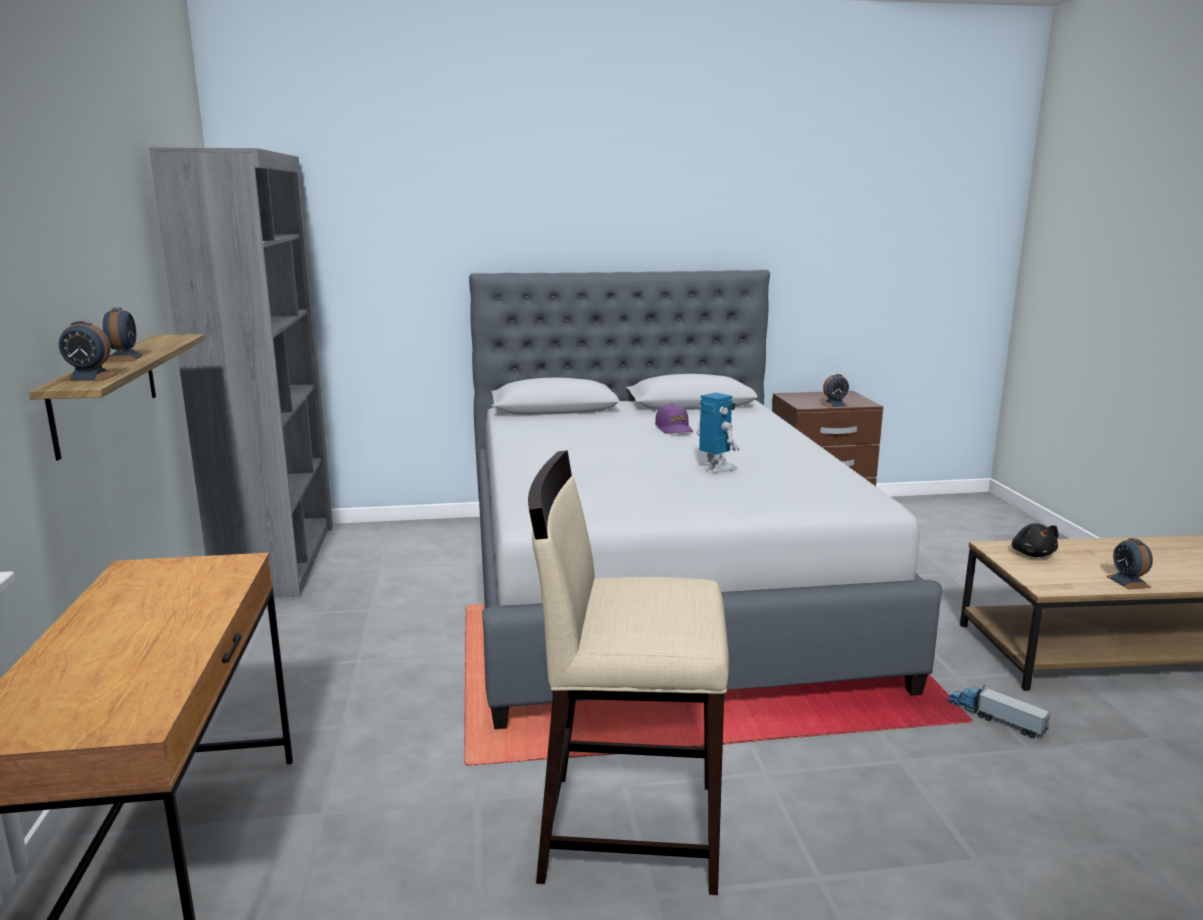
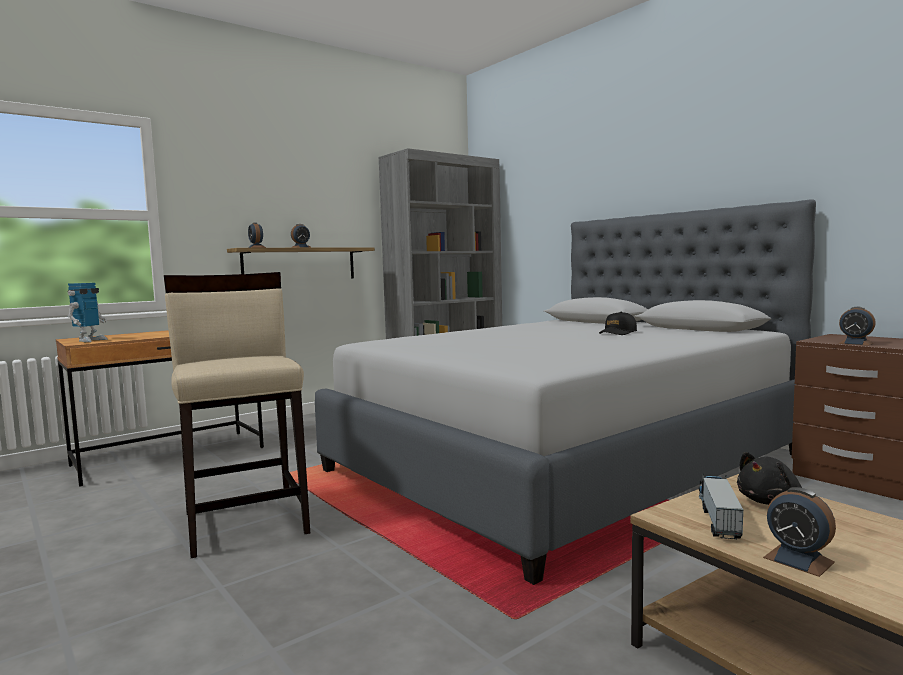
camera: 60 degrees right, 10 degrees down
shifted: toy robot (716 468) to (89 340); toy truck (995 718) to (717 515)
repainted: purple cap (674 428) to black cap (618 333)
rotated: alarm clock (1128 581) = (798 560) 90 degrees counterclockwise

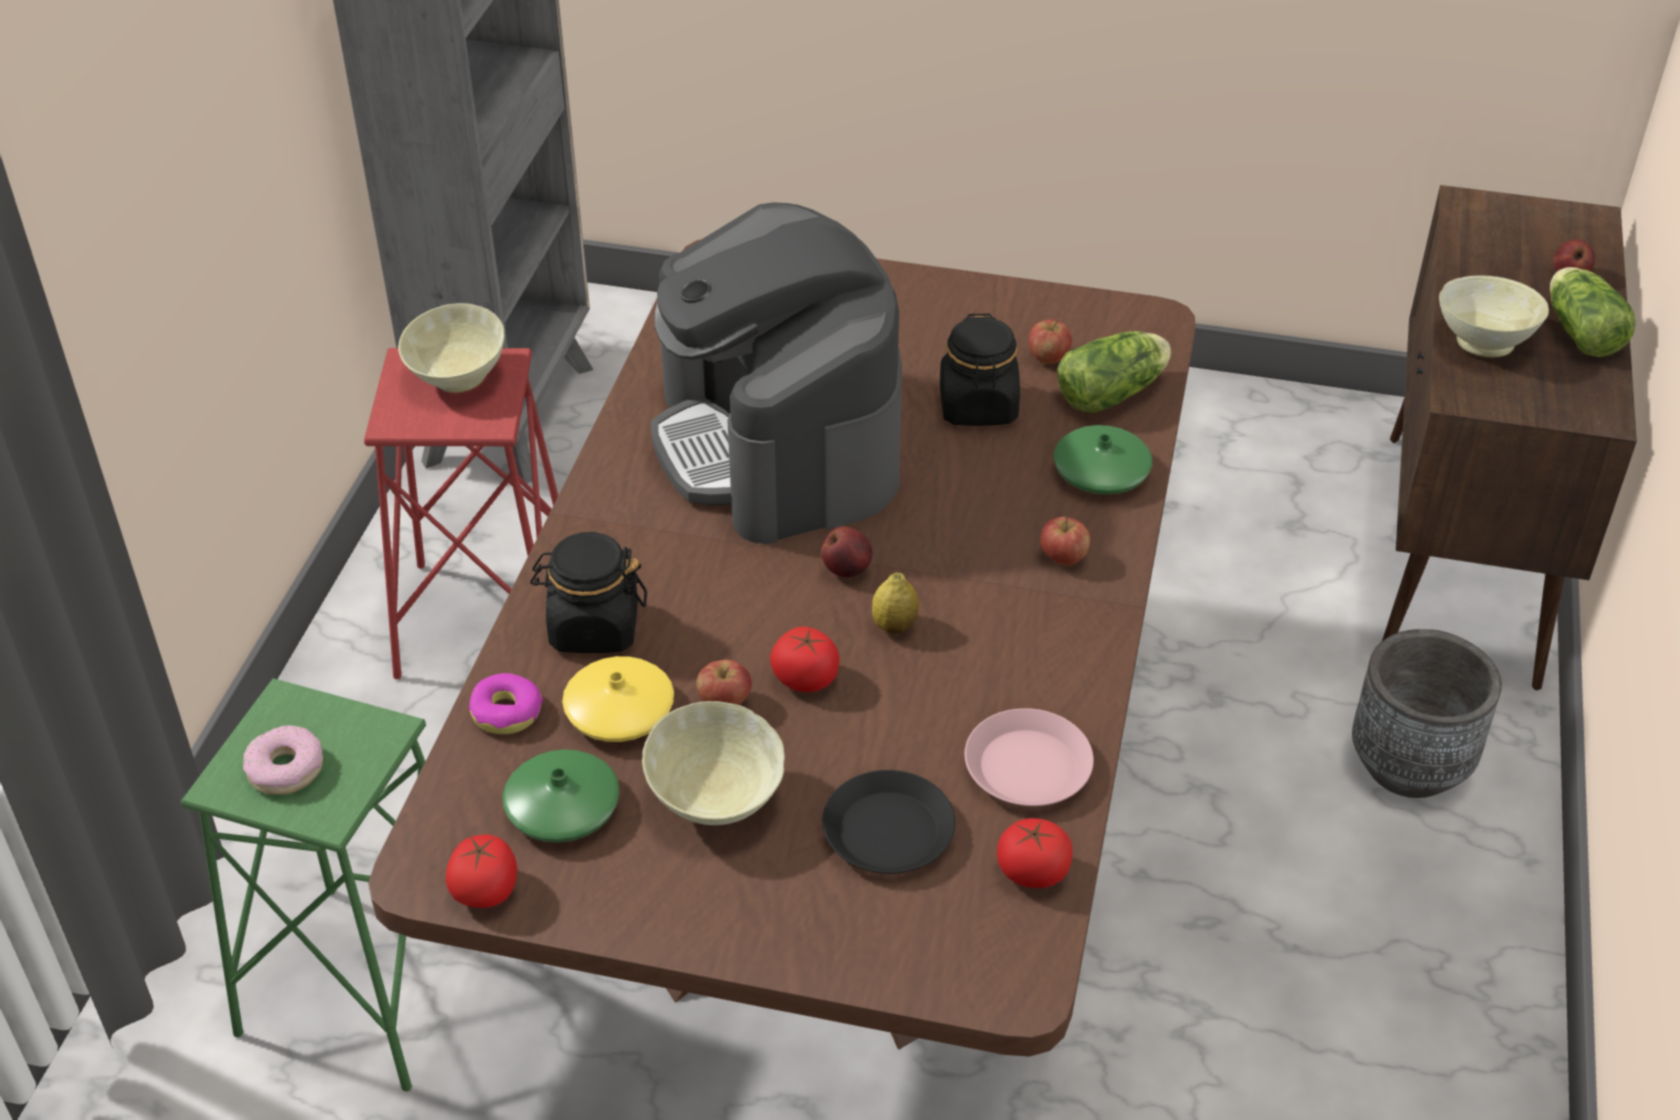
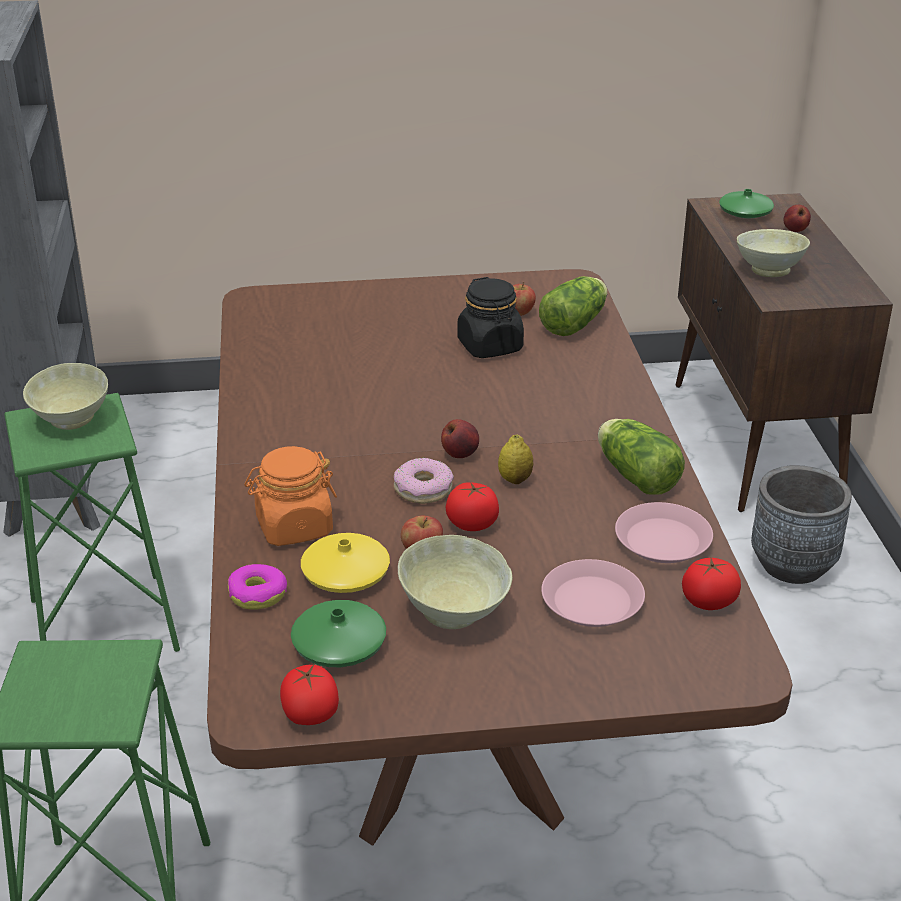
camera: 20 degrees left, 10 degrees down
gone: coffee machine (779 444); apple (1063 558)
shifted: lettuce (1579 330) to (634 474); green vase (1101 472) to (745 212); donut (285 768) to (423 489)
repainted: red stool (487 621) to green stool (103 625); black jar (593 627) to orange jar (294 527); black plate (889 832) to pink plate (593 601)

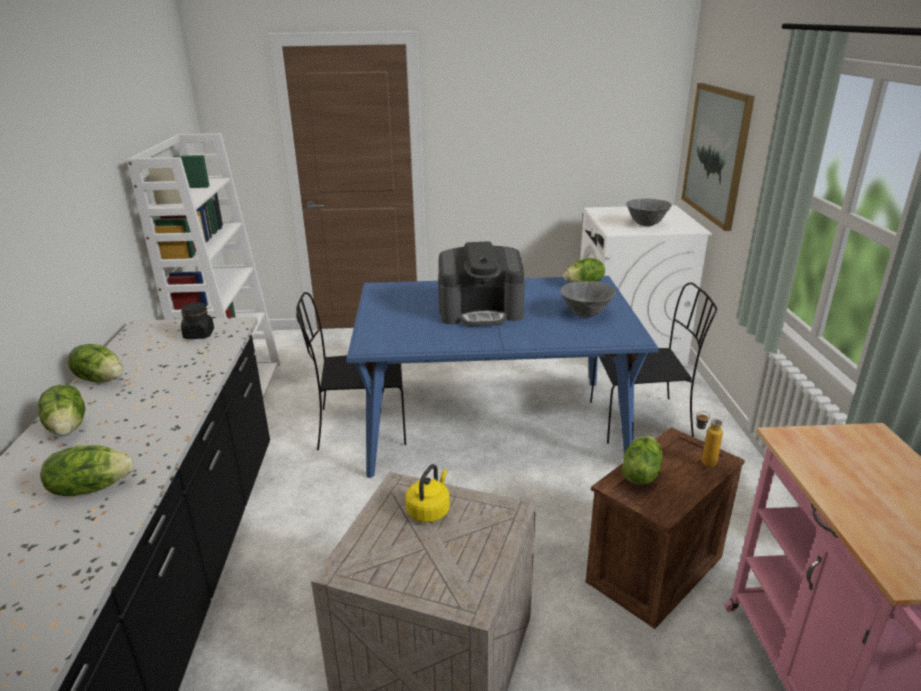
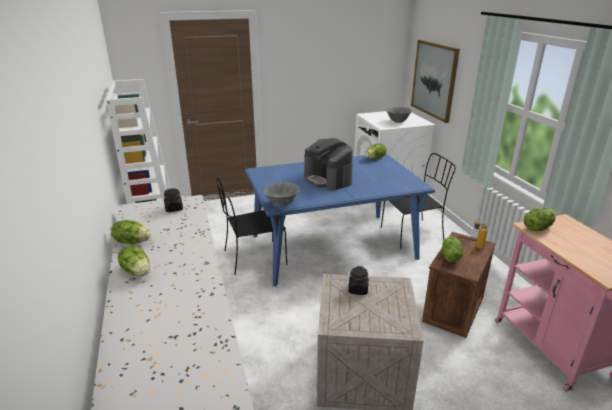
camera: 15 degrees left, 0 degrees up
shifted: grey bowl (585 314) to (281 204); lettuce (91 487) to (537 228)
swapped: yellow kettle (429 510) to black jar (358 290)
rotated: coffee machine (481 312) = (328 179) 75 degrees clockwise

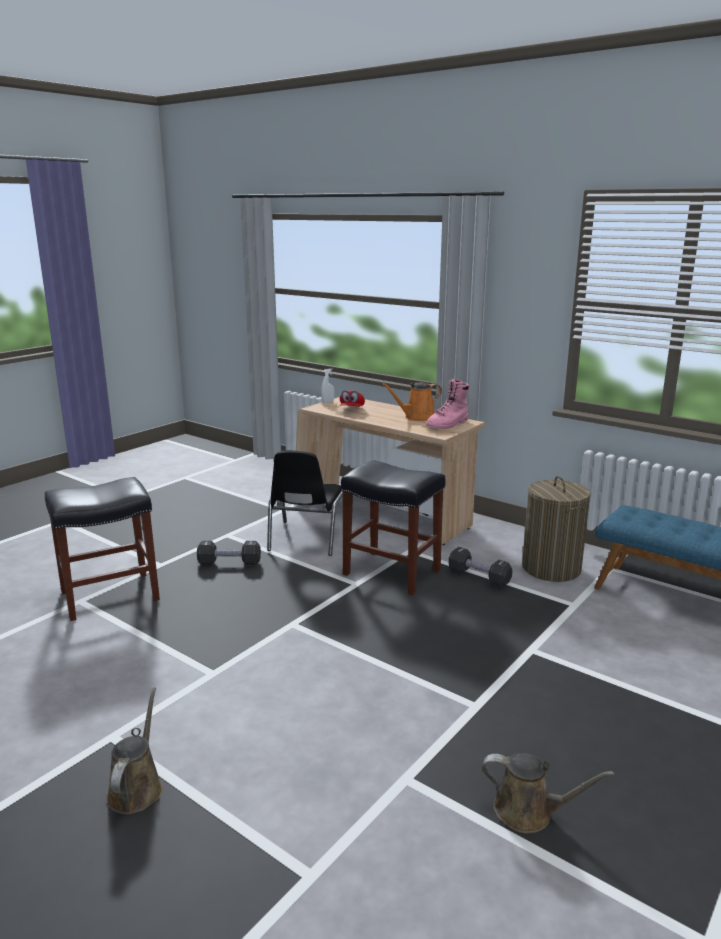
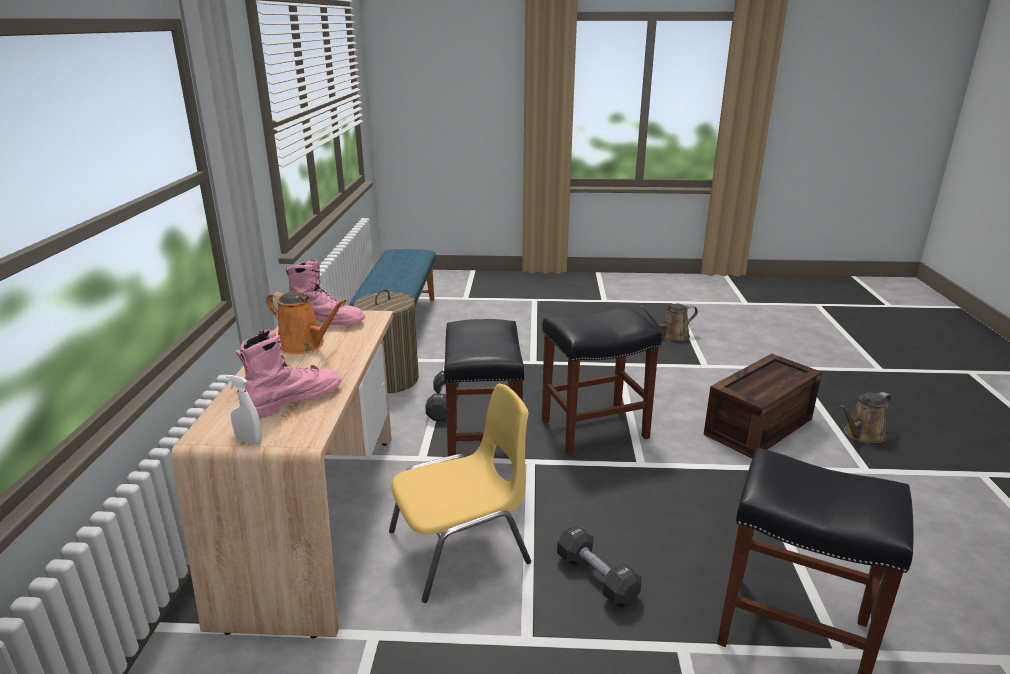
camera: 125 degrees left, 5 degrees up
new: black stool (593 430); crate (758 425)
swapped: red cap (351 409) to pink boot (293 401)
repainted: black chair (307 539) to yellow chair (461 548)
rotated: brown watering can (529 812) = (671 336) 90 degrees counterclockwise

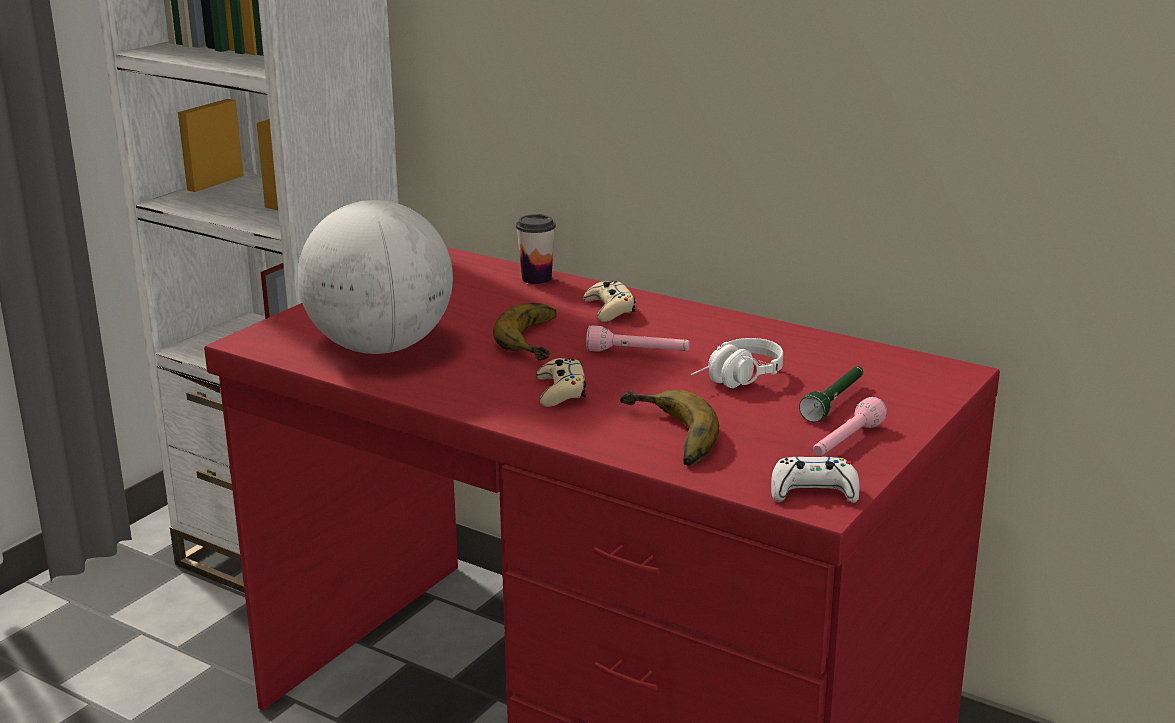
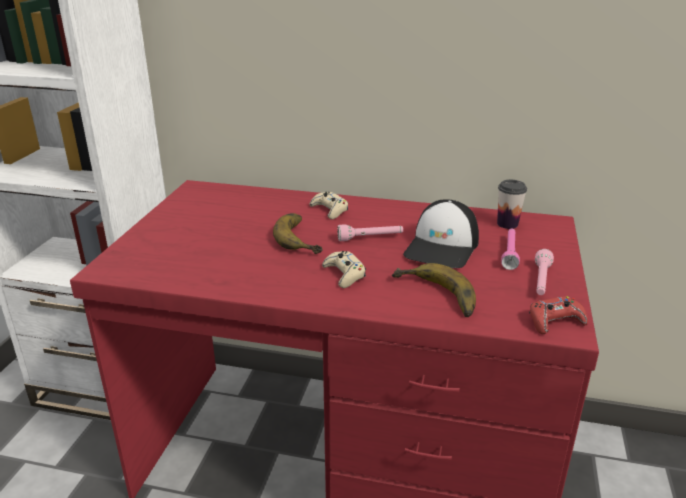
camera: 20 degrees left, 5 degrees up
gone: globe (381 347)
shifted: cup (536 278) to (507 224)
swapped: white headphones (736 380) to cap (442 247)
repainted: green flashlight (834 402) to pink flashlight (509 253); white game controller (813 491) to red game controller (555 321)

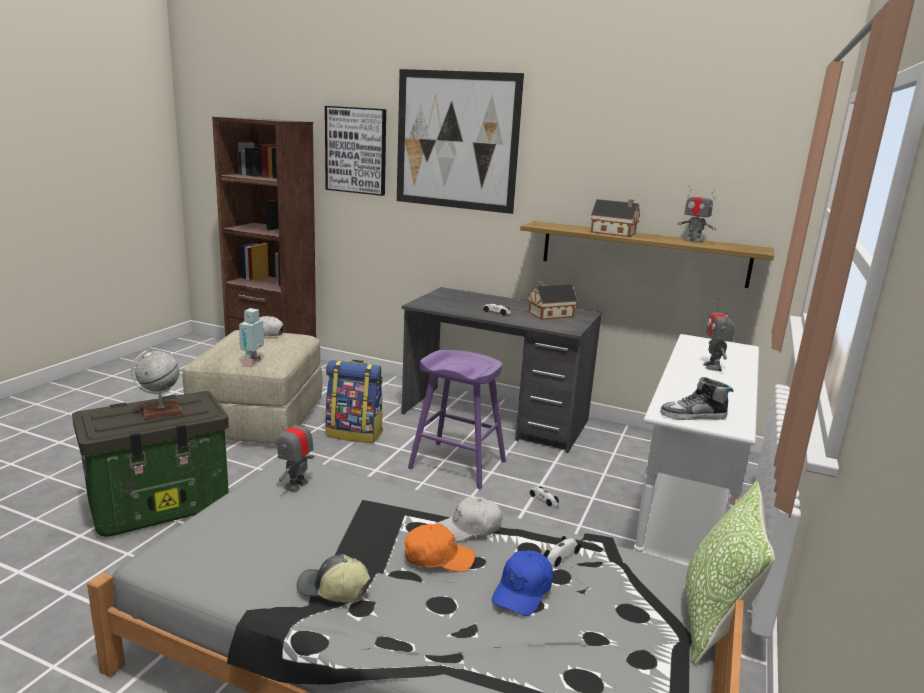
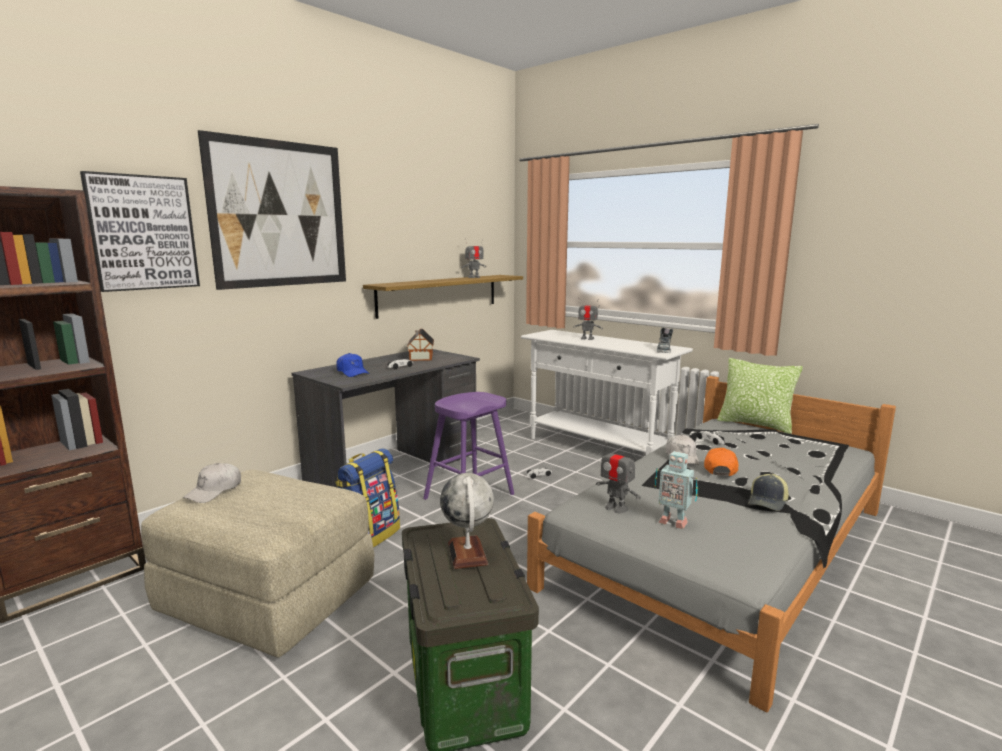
camera: 70 degrees left, 5 degrees down
gone: toy house (615 233)
shifted: toy robot (253 361) to (672 521); blue cap (523 591) to (352 372)

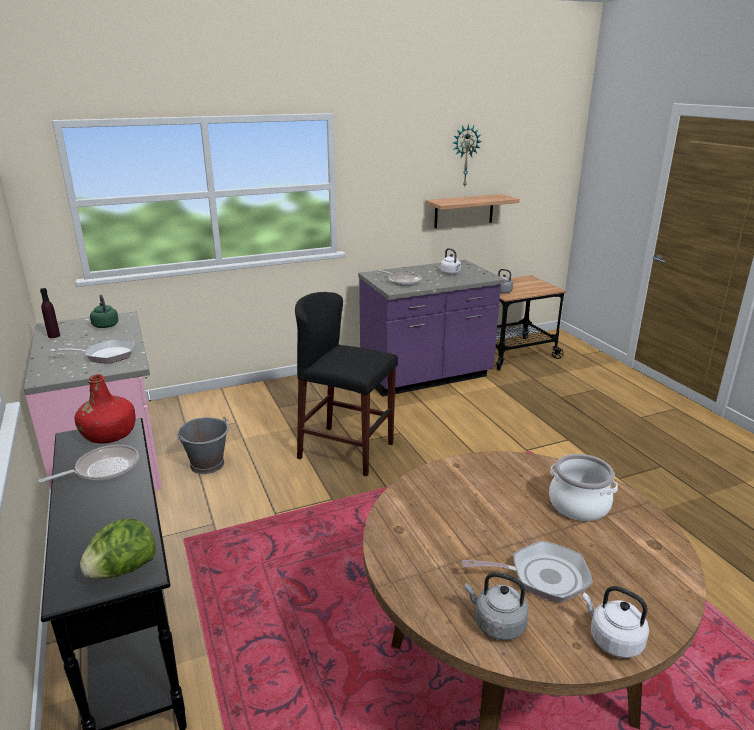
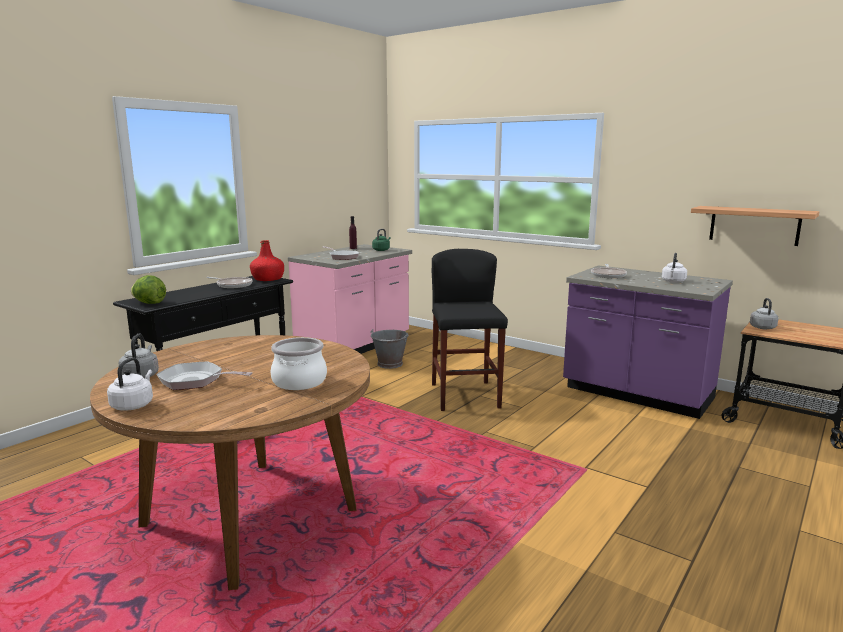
camera: 60 degrees right, 10 degrees down
gone: wall clock (465 156)
rotated: frying pan (542 577) = (195 381) 135 degrees clockwise

